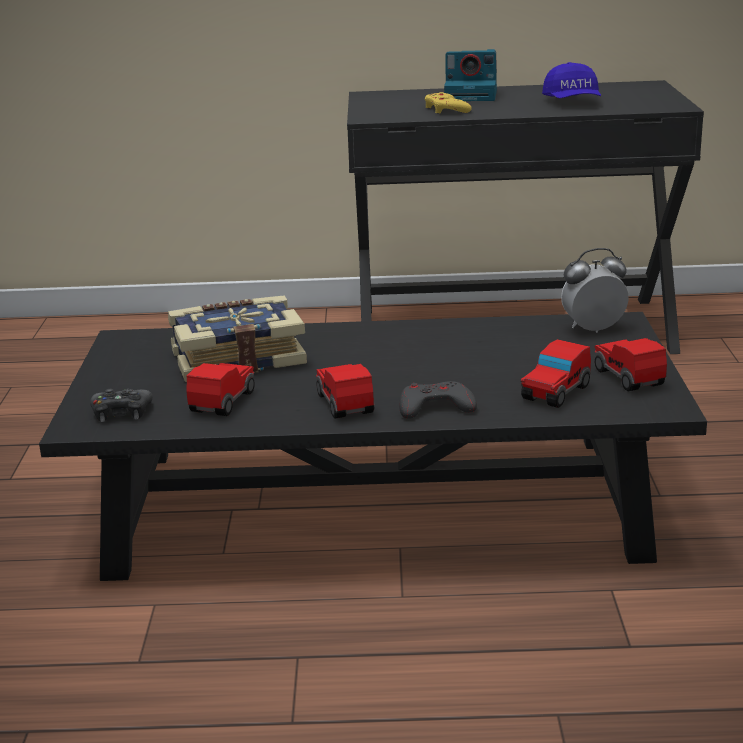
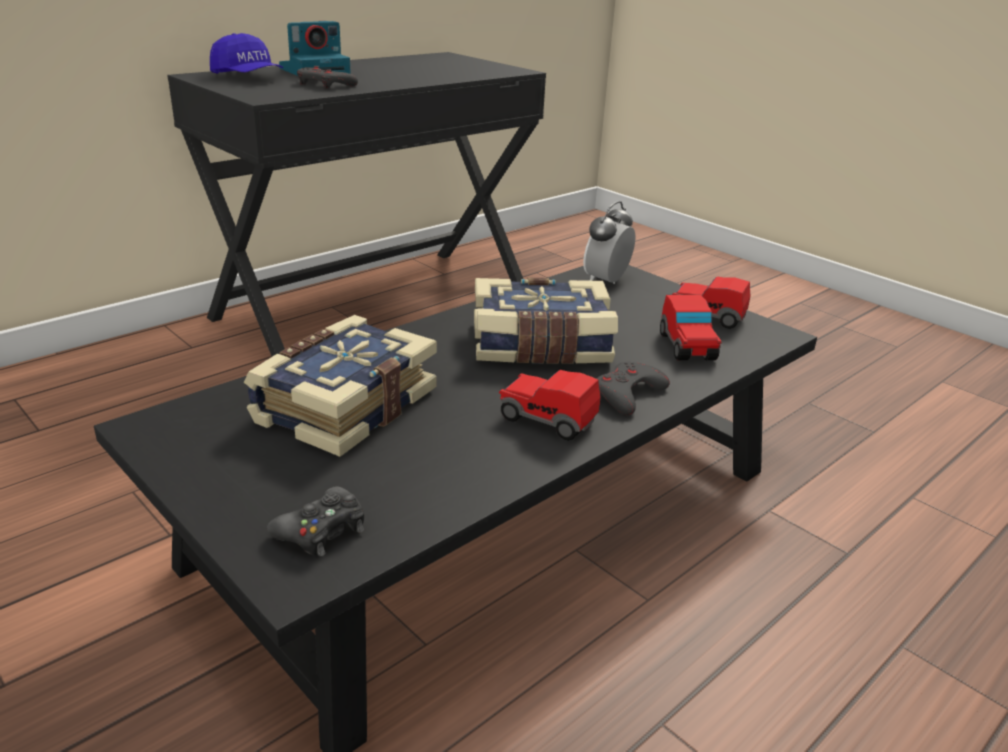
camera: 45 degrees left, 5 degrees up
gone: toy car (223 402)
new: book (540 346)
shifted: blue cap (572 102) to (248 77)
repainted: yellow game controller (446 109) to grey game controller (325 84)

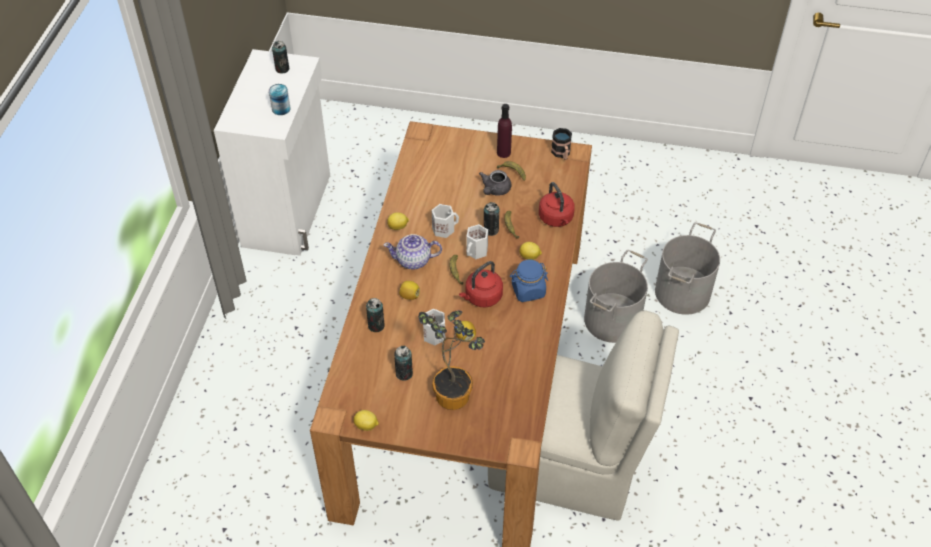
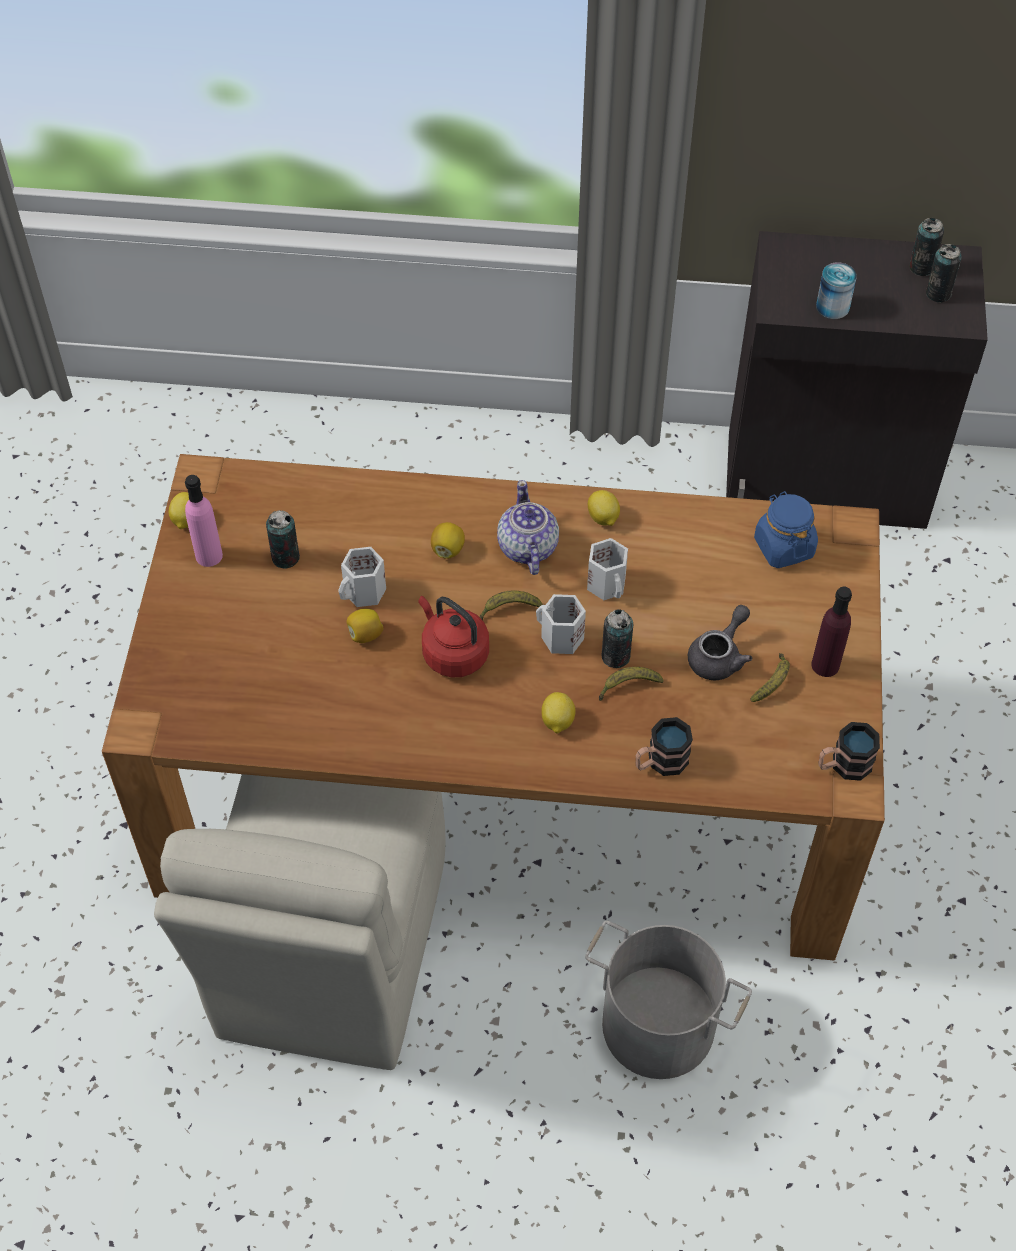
camera: 85 degrees right, 5 degrees up
gone: grey bucket (683 292); potted plant (454 391)
new: pink bottle (209 555)
shifted: blue jar (528 290) to (783 547); can (376 326) to (921 267)
swapped: red kettle (556 219) to mug (660 762)
repainted: white cabinet (289 209) to black cabinet (827 482)
rotated: grey teapot (494 190) = (719 656) 105 degrees clockwise

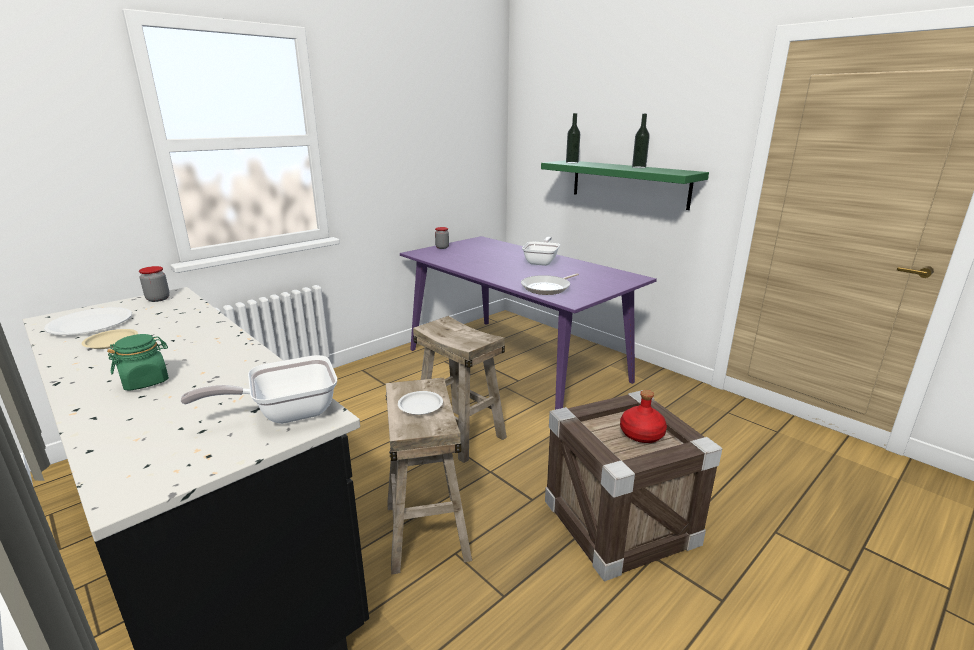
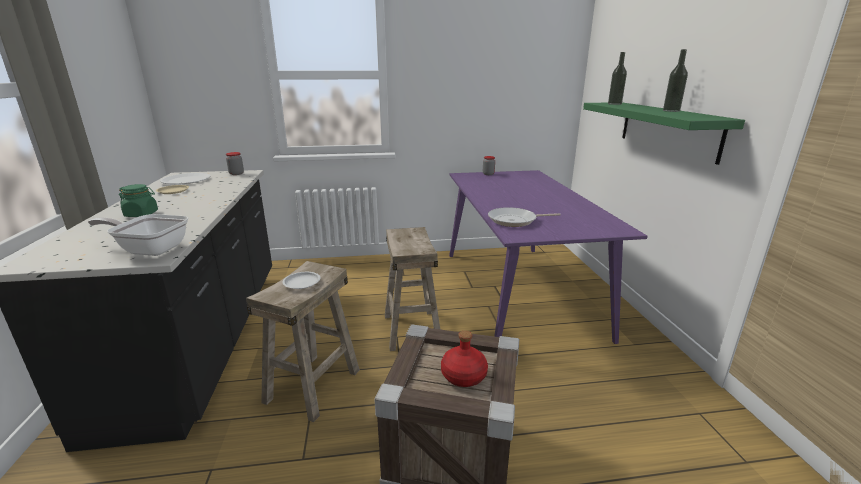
camera: 35 degrees right, 0 degrees up
gone: frying pan (542 262)

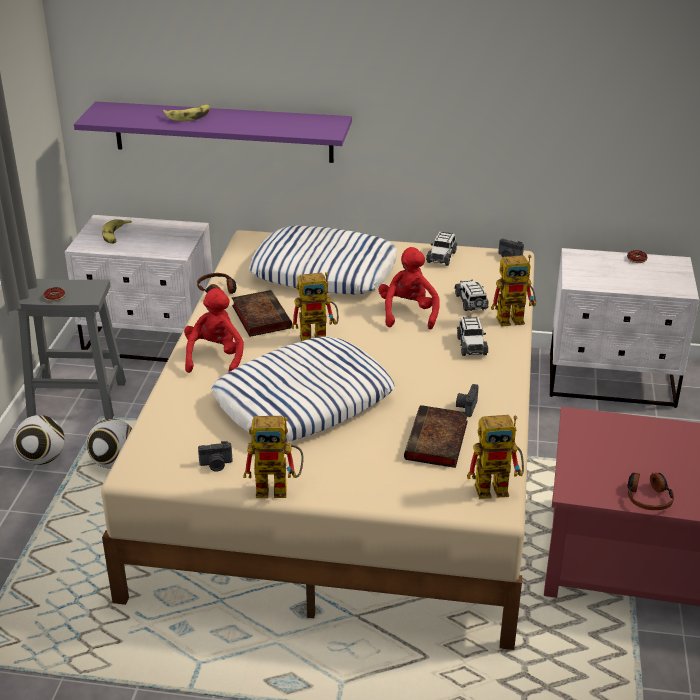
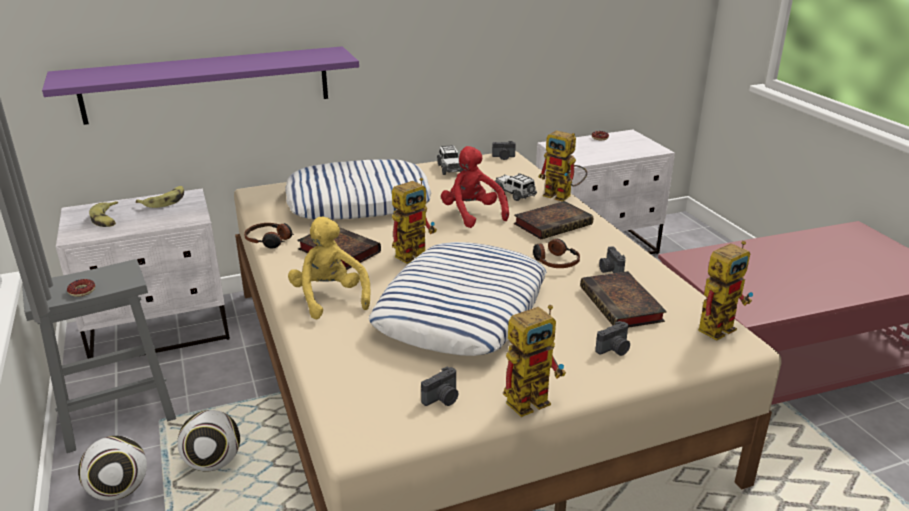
camera: 30 degrees left, 5 degrees down
new: photo camera (614 350)
shifted: banana (188 116) to (165 201); headphones (648 497) to (554 261)
swapped: toy car (471 345) to book (554 224)
repainted: red plush toy (215 357) to yellow plush toy (330 298)
rotated: toy robot (515 318) = (563 196) 75 degrees clockwise

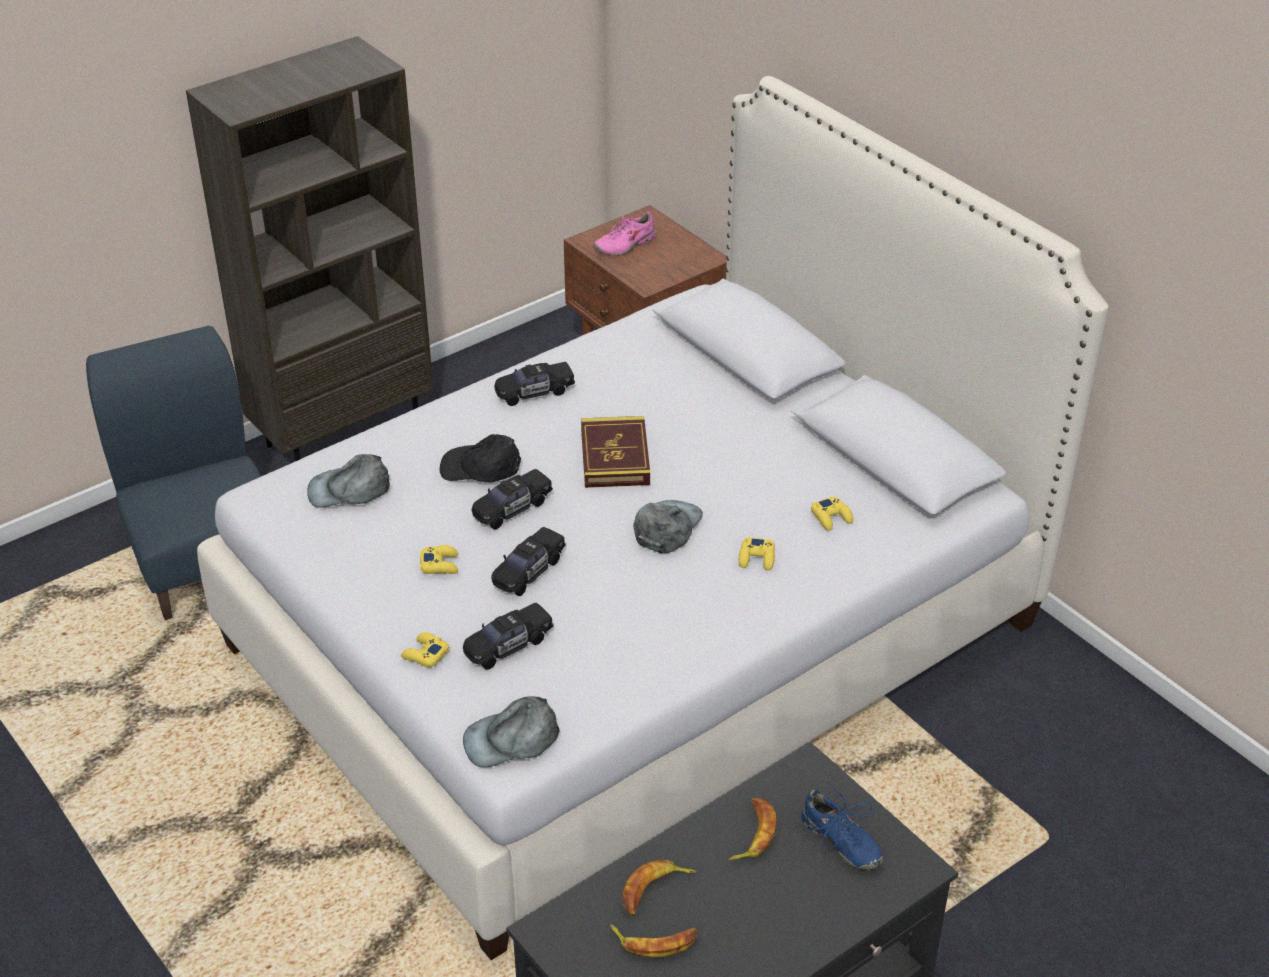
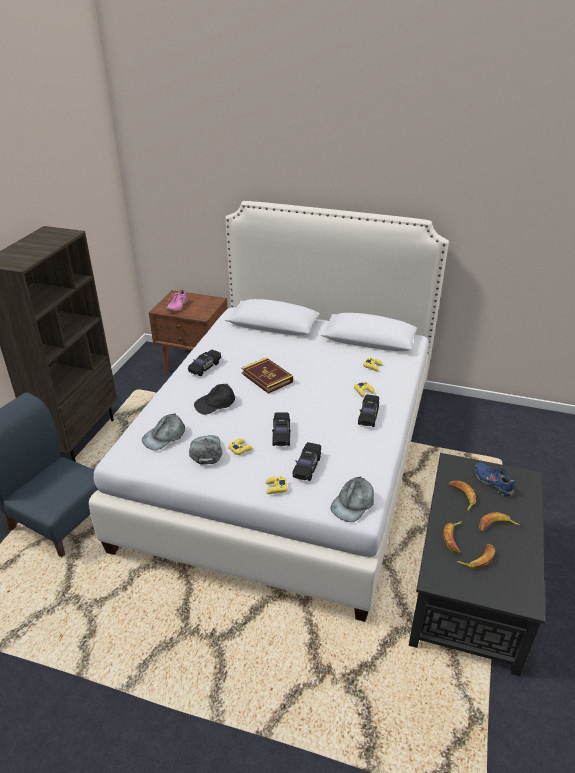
camera: 35 degrees left, 5 degrees down
new: banana (496 526)
shifted: black toy car (511 508) to (368 416); grey cap (666 527) to (205 451)
rotated: blue shoe (840 842) = (493 482) 135 degrees counterclockwise

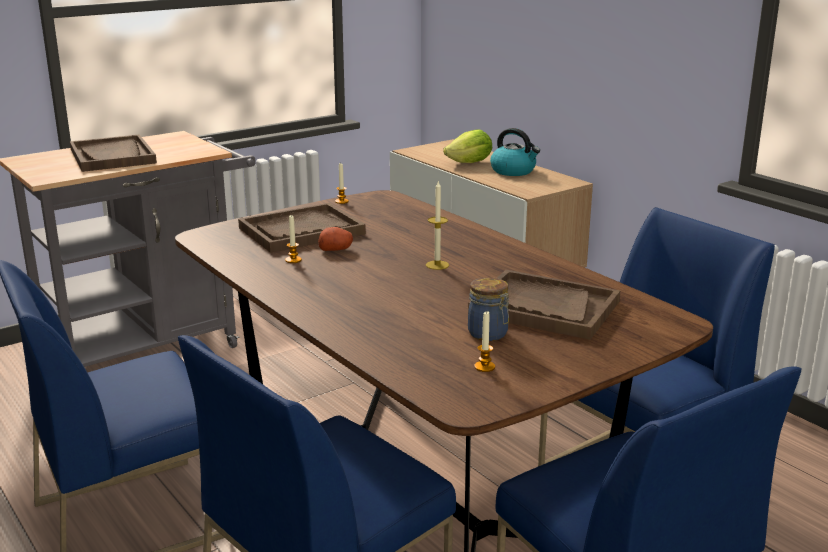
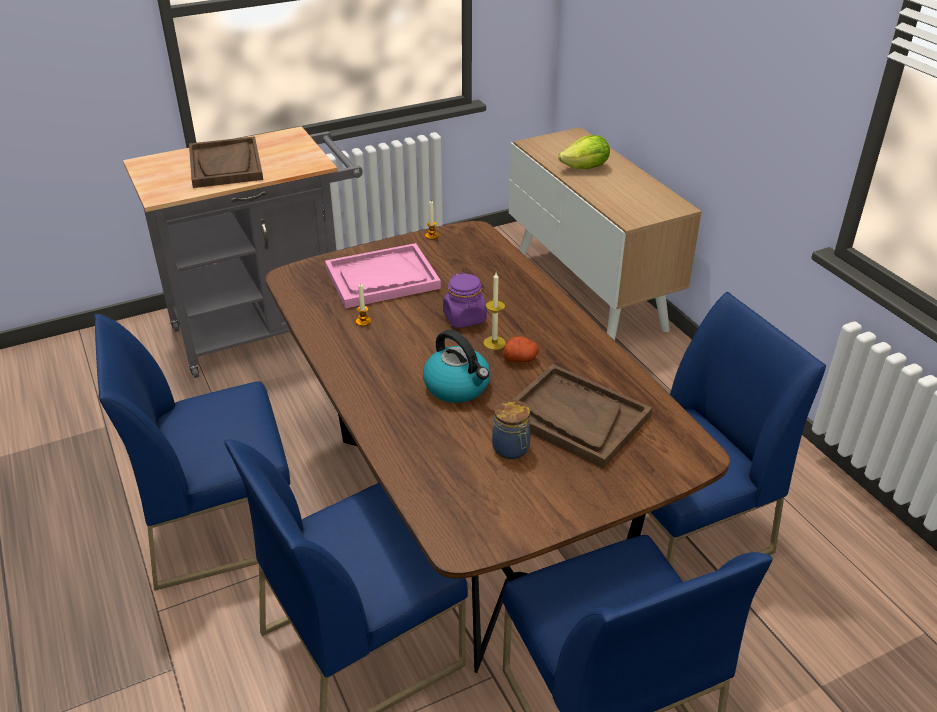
camera: 10 degrees right, 15 degrees up
gone: candle (484 367)
new: purple jar (465 318)
shifted: kettle (513 171) to (458 386); potato (336 249) to (520 358)
repainted: brown tray (301 231) to pink tray (382 278)

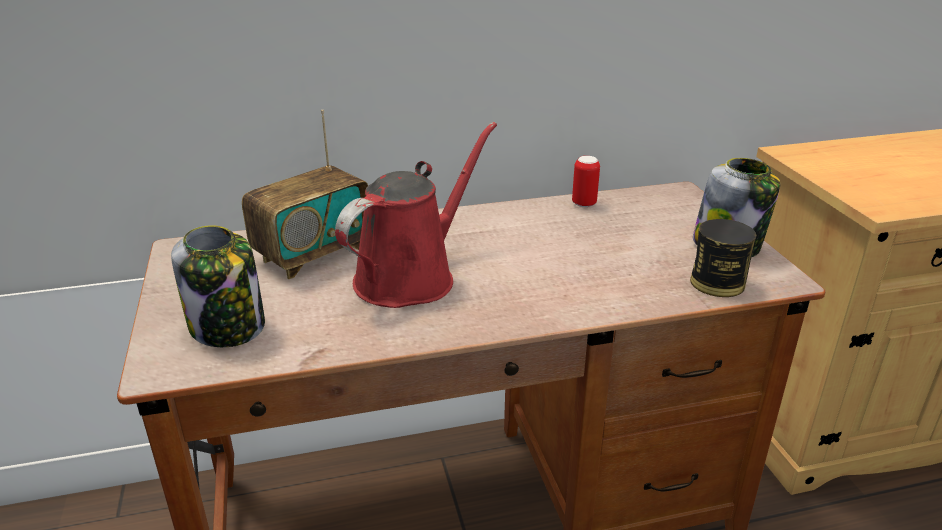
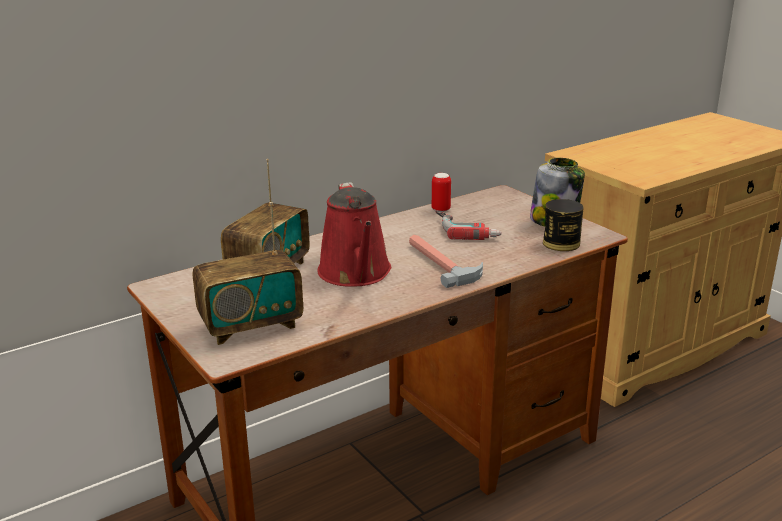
camera: 20 degrees left, 5 degrees down
new: power drill (467 228); hammer (442 263)
swapped: jar (228 327) to radio (251 326)
rotated: red watering can (411 276) = (356 274) 150 degrees clockwise

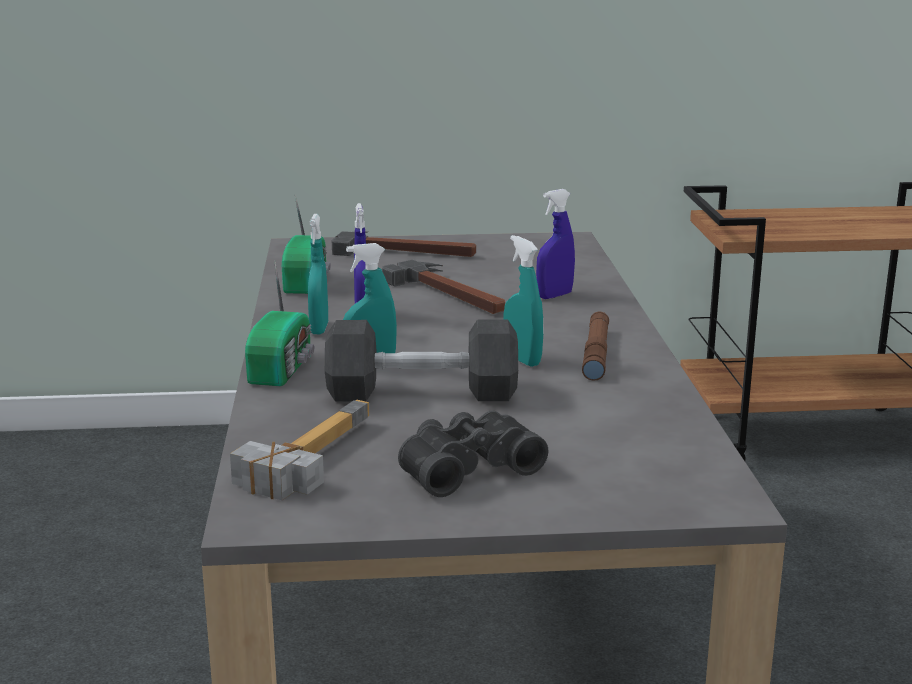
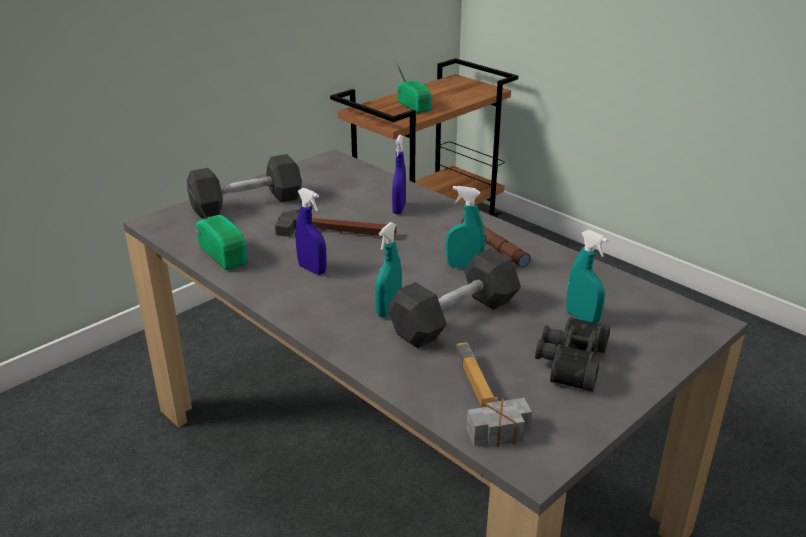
camera: 40 degrees left, 10 degrees up
shifted: turquoise spray bottle (319 329) to (582 318); radio (283 368) to (414 106)
swapped: hammer (405 252) to grey dumbbell (247 203)

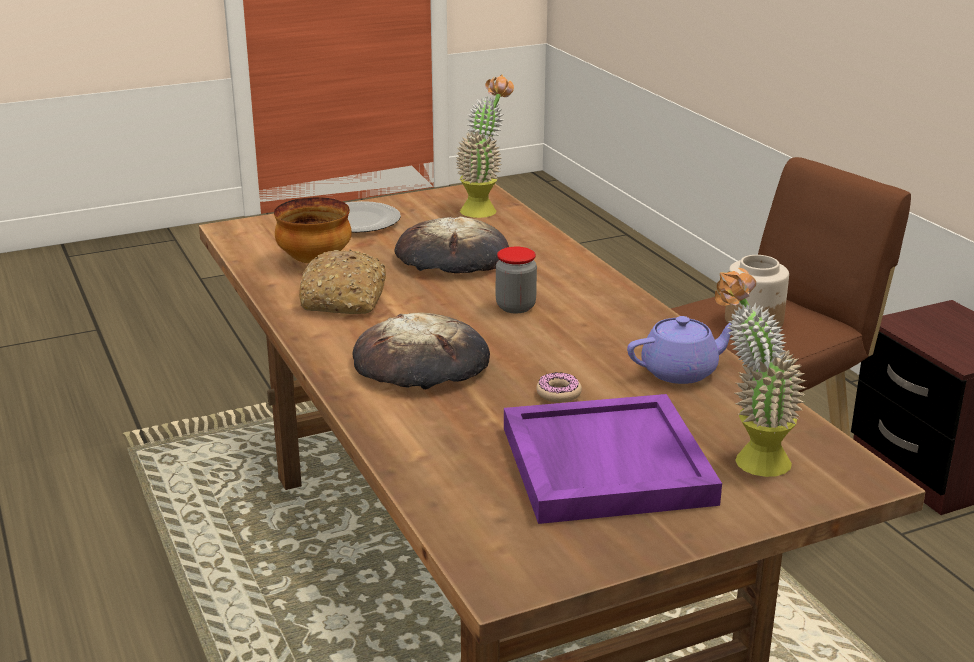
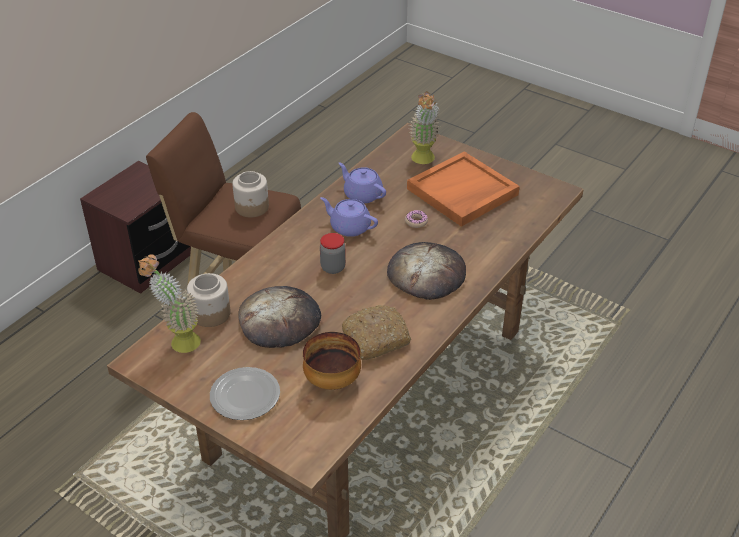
camera: 120 degrees left, 15 degrees up
new: purple teapot (349 227); jar (210 314)
repainted: purple tray (604 464) to orange tray (462 192)

